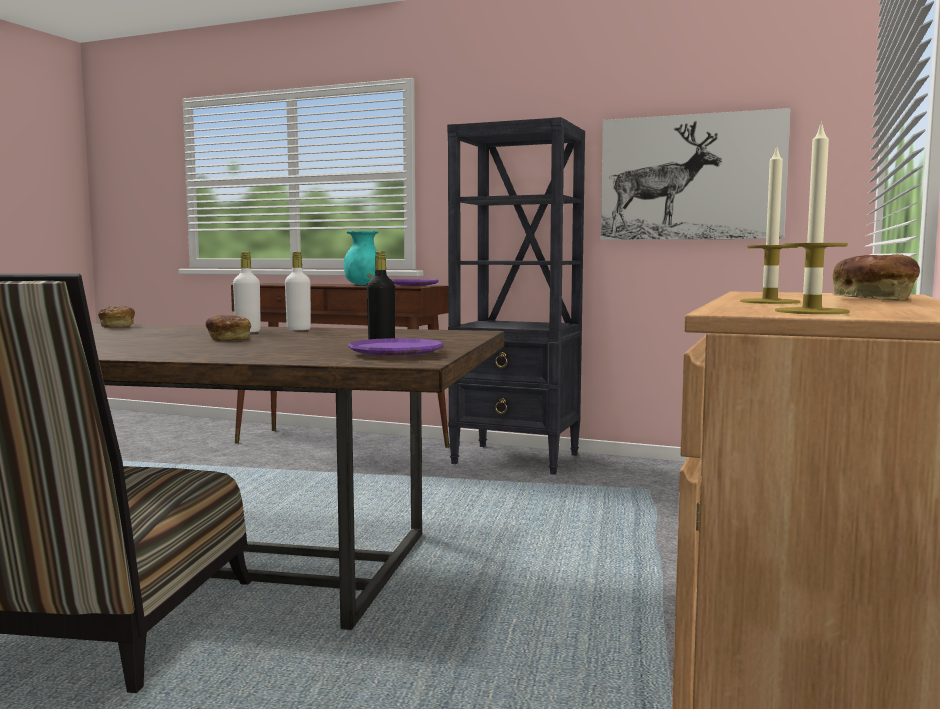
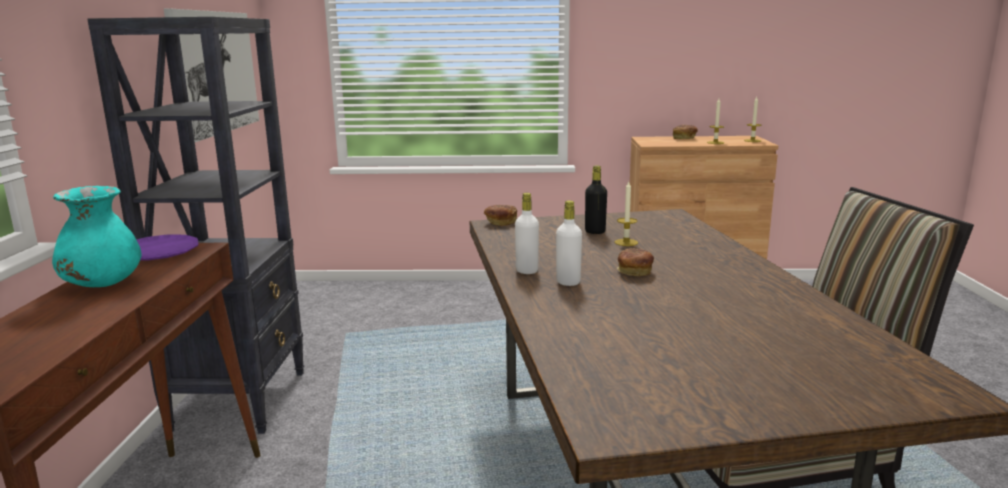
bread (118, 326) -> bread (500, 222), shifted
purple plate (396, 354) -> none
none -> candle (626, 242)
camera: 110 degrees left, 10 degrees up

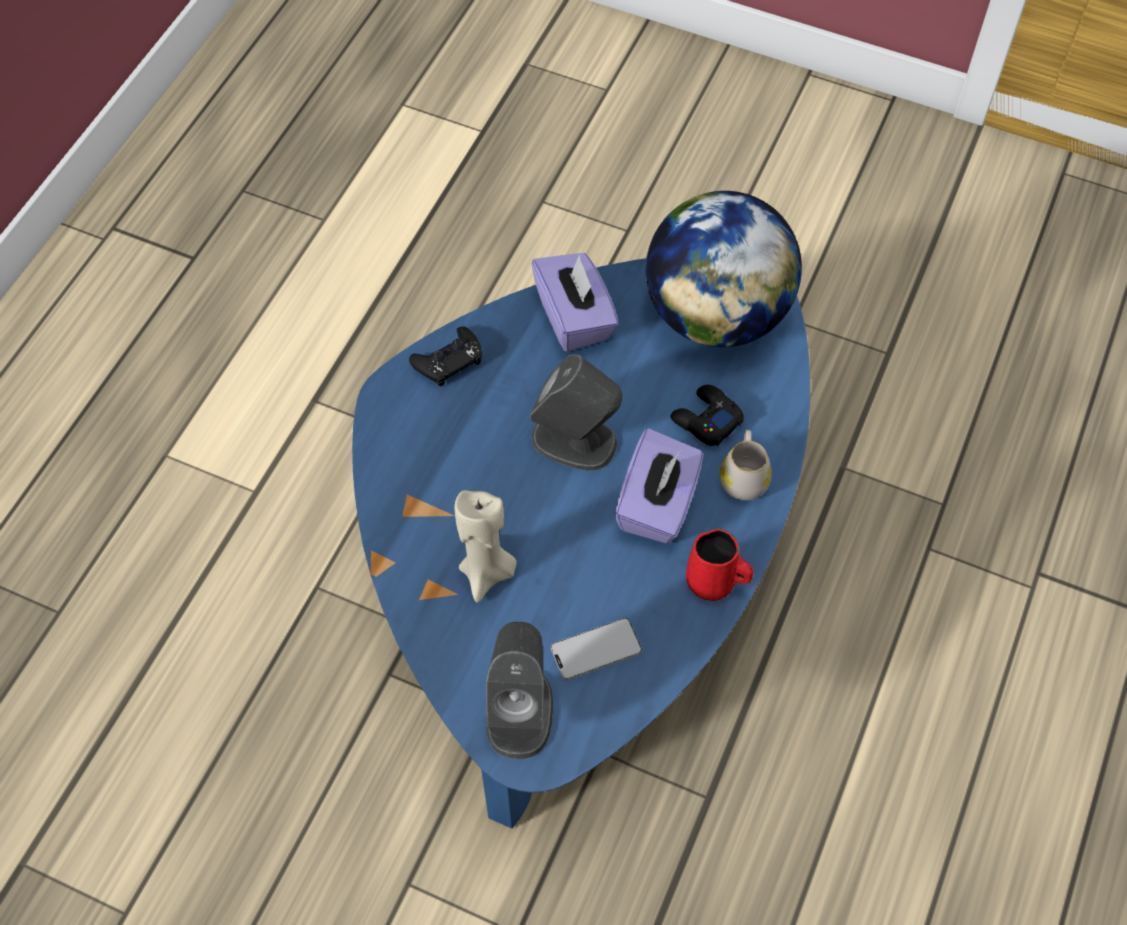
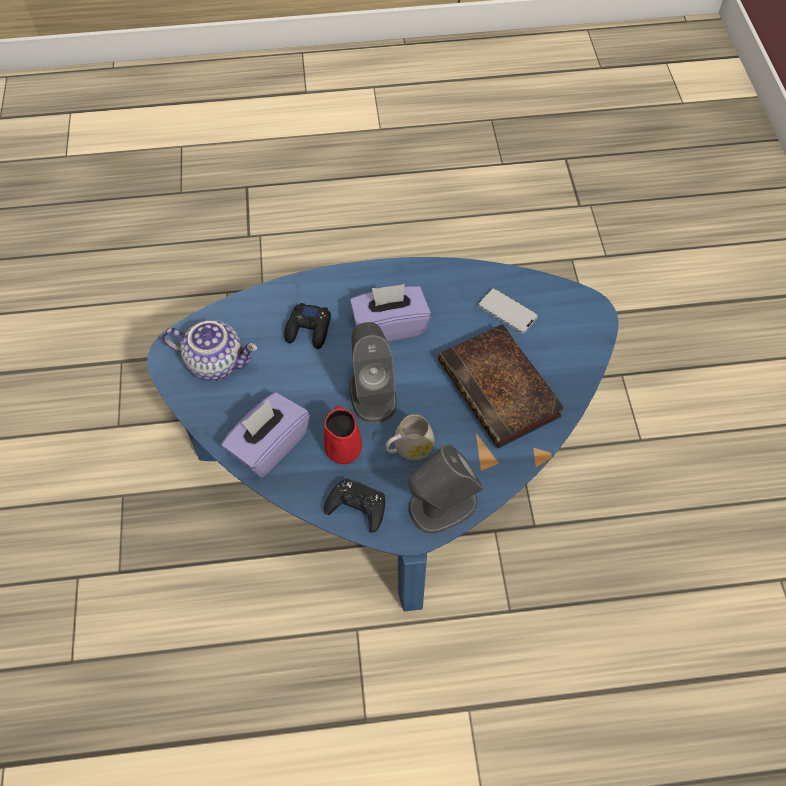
beige candle (487, 573) -> book (501, 391)
grey speaker (519, 711) -> grey speaker (442, 506), shifted
globe (716, 315) -> teapot (217, 361)
red mug (713, 583) -> red mug (343, 447), shifted
white mug (743, 476) -> white mug (409, 448), shifted
camera: 120 degrees left, 0 degrees up

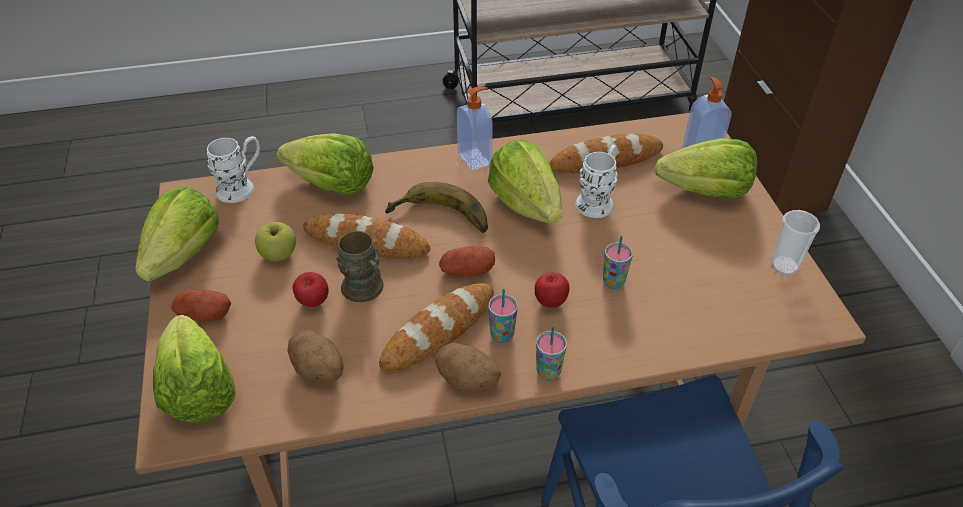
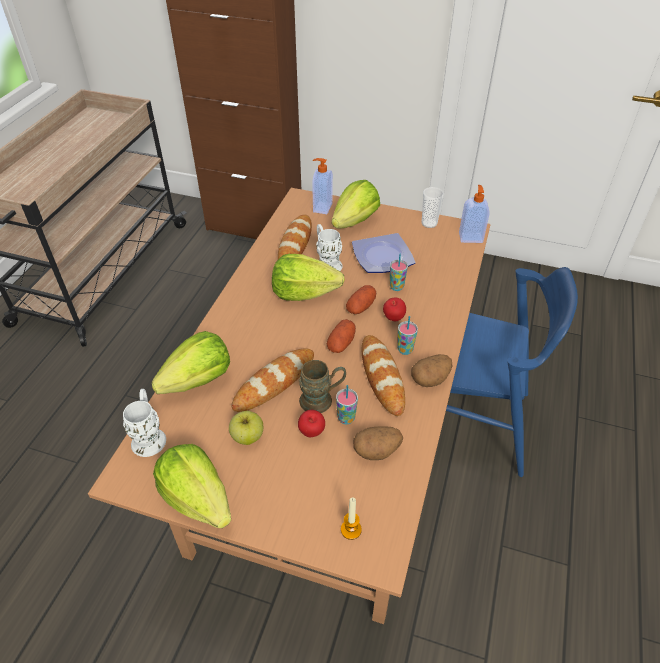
lettuce (198, 390) -> candle (351, 529)
potato (204, 314) -> potato (361, 307), shifted
banana (439, 220) -> none
soap dispenser (475, 158) -> soap dispenser (470, 237), shifted
cup (548, 372) -> cup (346, 418), shifted
none -> plate (381, 256)
camera: 60 degrees left, 0 degrees up

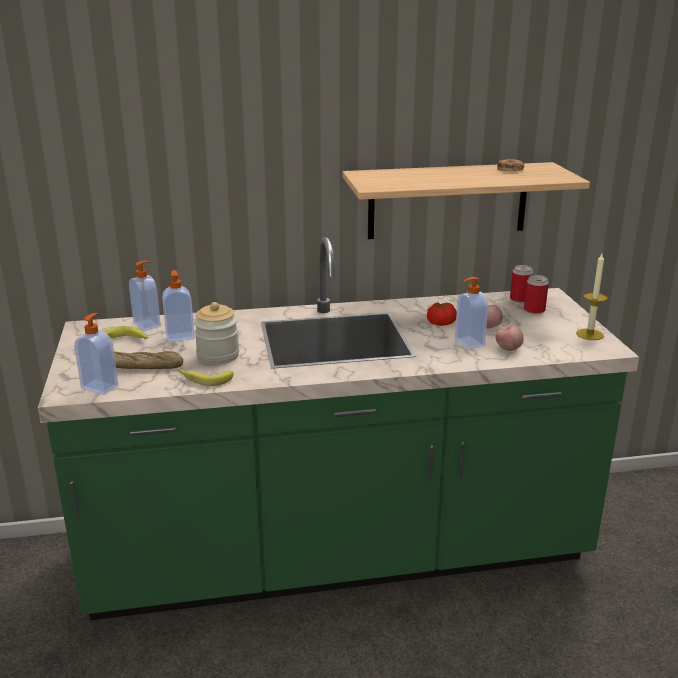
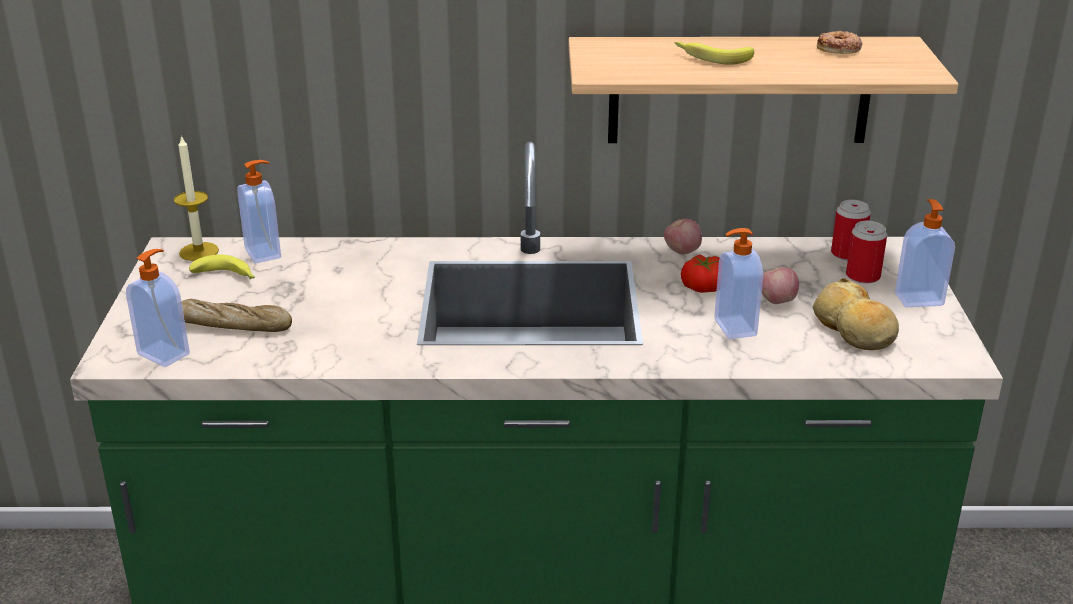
soap dispenser (180, 336) -> soap dispenser (918, 299), shifted
banana (204, 379) -> banana (712, 57), shifted
jar (218, 355) -> none
apple (508, 349) -> apple (681, 252), shifted
candle (589, 334) -> candle (199, 251), shifted
none -> bread (854, 330)
camera: 10 degrees right, 5 degrees up

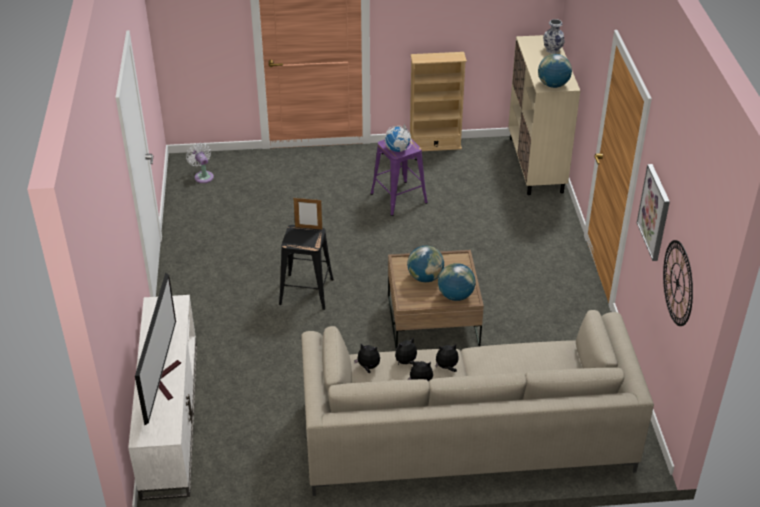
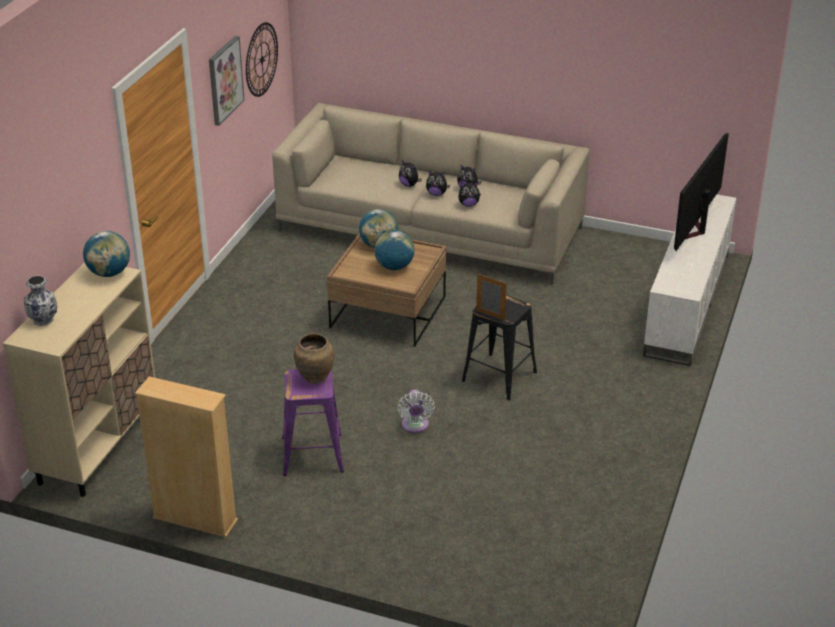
white fan (203, 176) -> white fan (415, 426), shifted
plush toy (368, 367) -> plush toy (409, 185), shifted
globe (397, 149) -> brown vase (315, 378)
camera: 155 degrees left, 5 degrees down

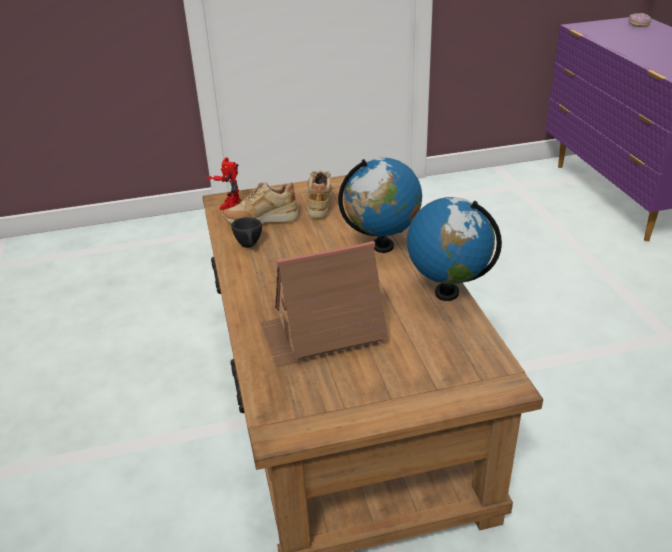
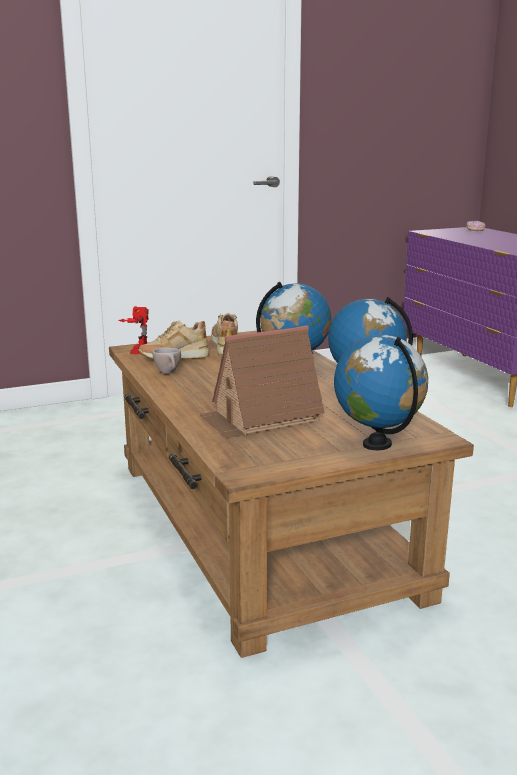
black cup (250, 246) -> beige cup (169, 373)
none -> globe (377, 444)
camera: 10 degrees left, 15 degrees down

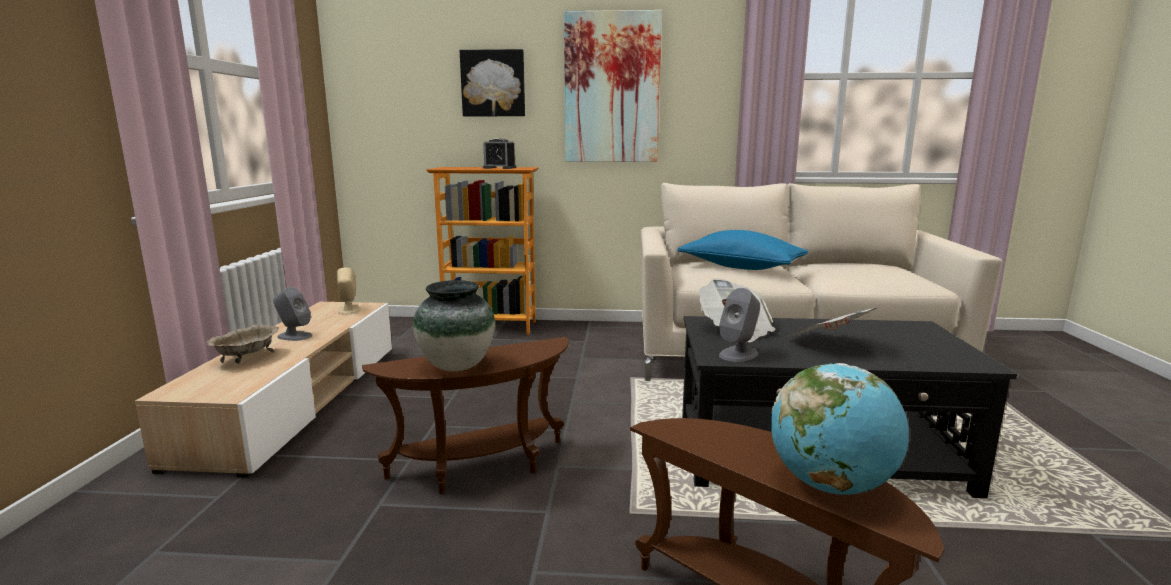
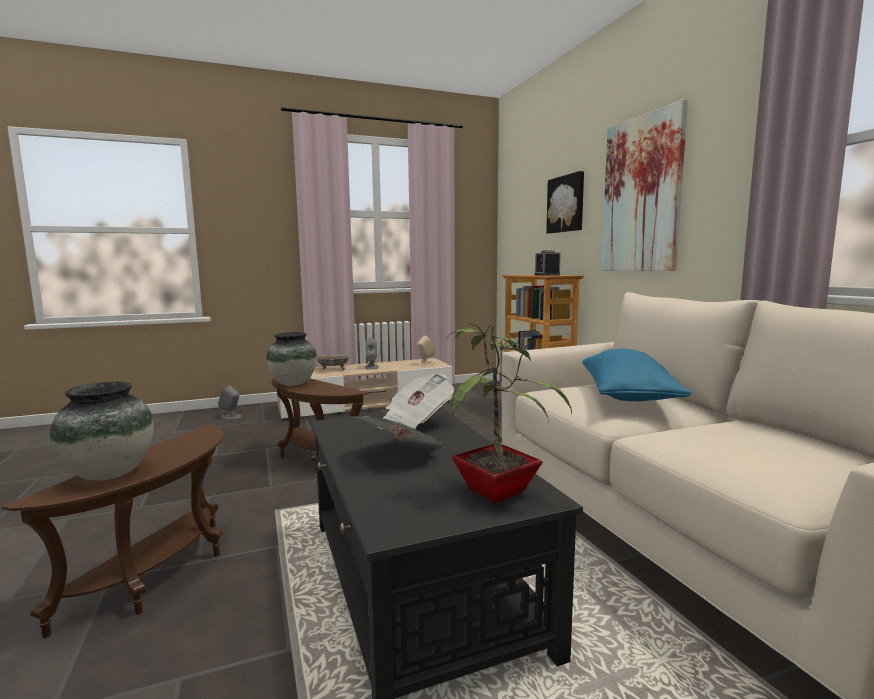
grey speaker (739, 354) -> grey speaker (231, 417), shifted
globe (831, 485) -> vase (109, 474)
none -> potted plant (499, 490)
camera: 65 degrees right, 5 degrees down

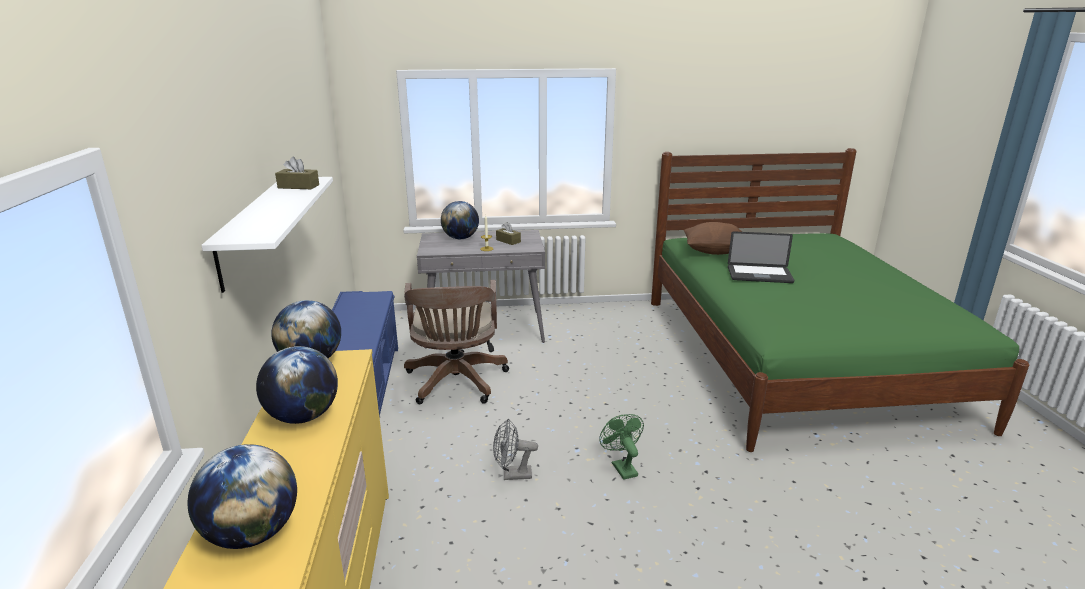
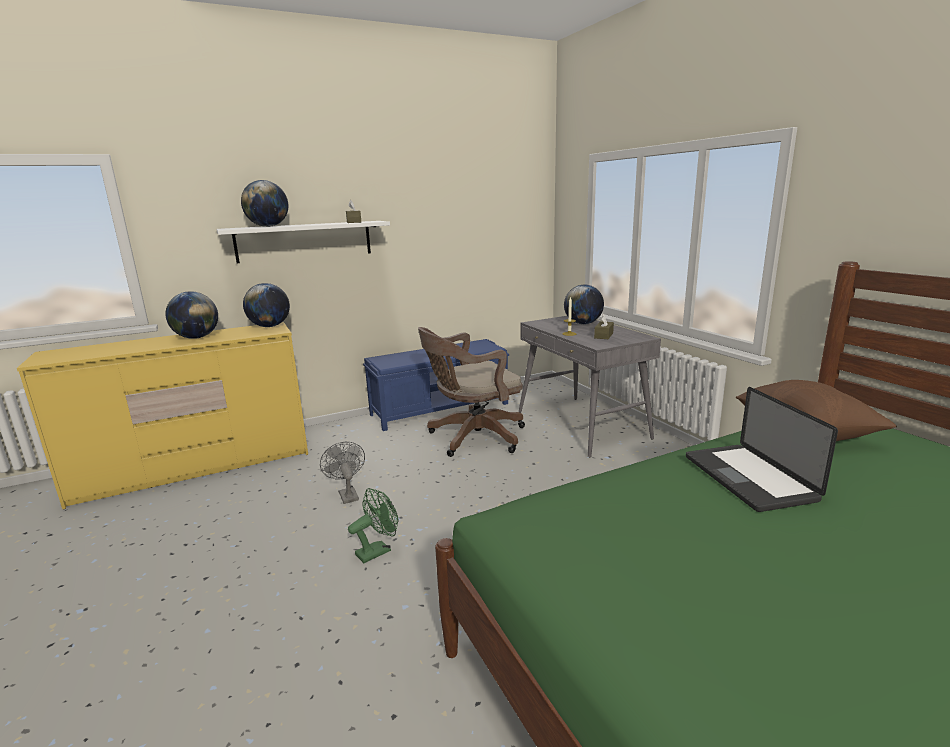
globe (253, 533) -> globe (268, 226), shifted
camera: 70 degrees right, 5 degrees down

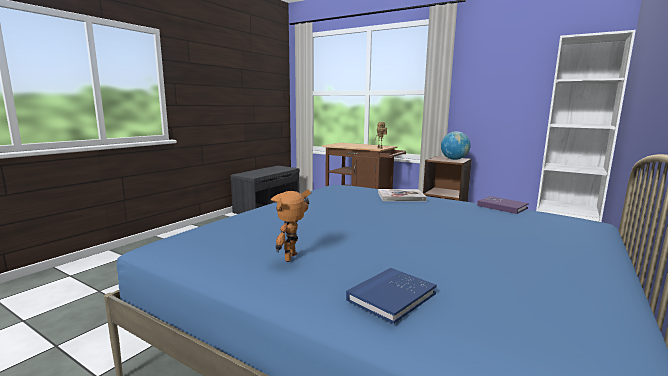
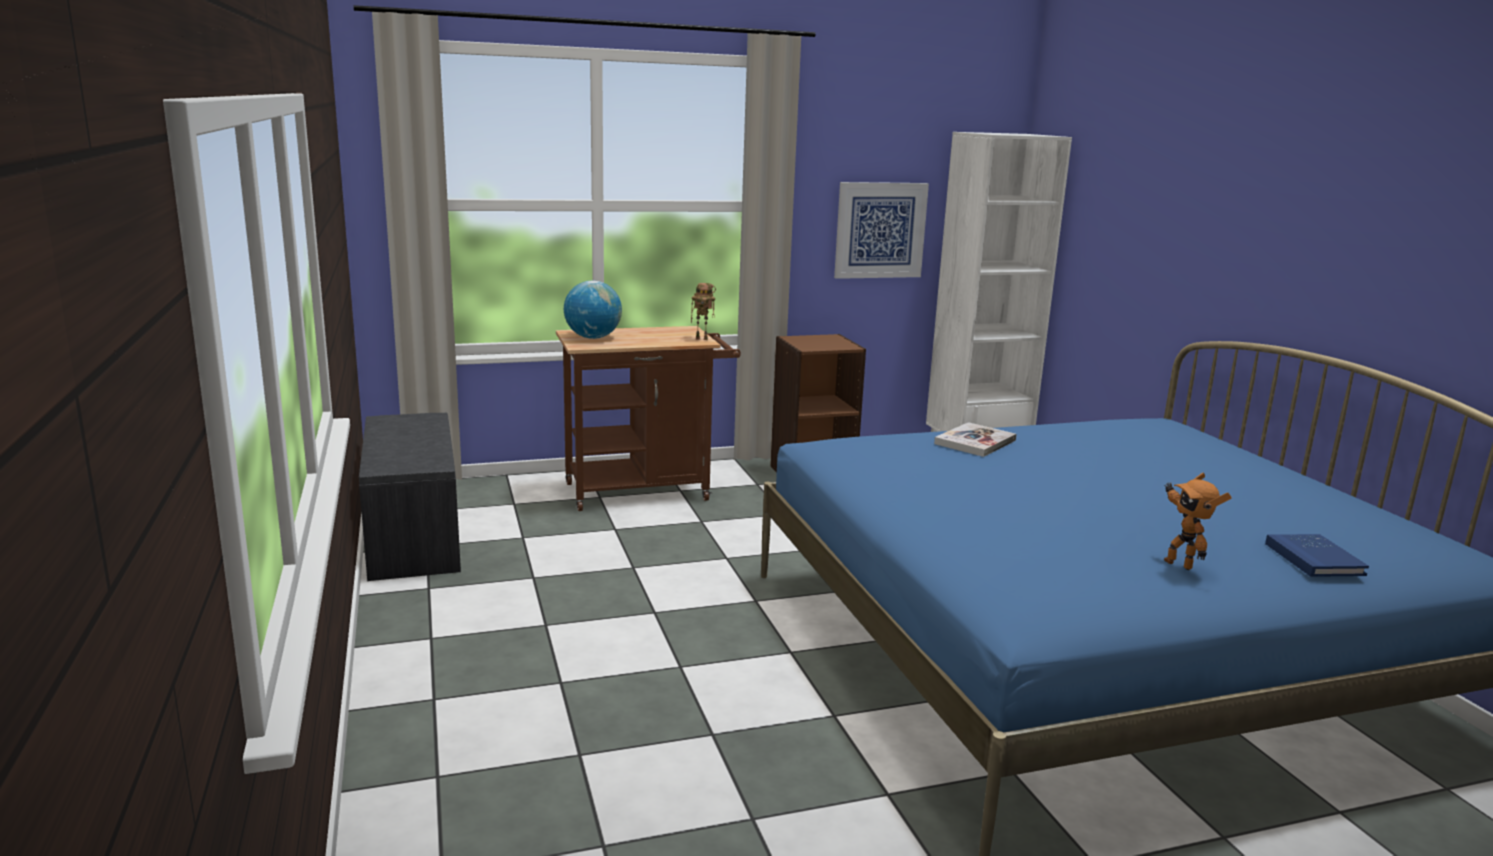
globe (454, 159) -> globe (593, 337), shifted
purple book (502, 207) -> none
none -> picture (880, 230)
camera: 50 degrees left, 5 degrees up

